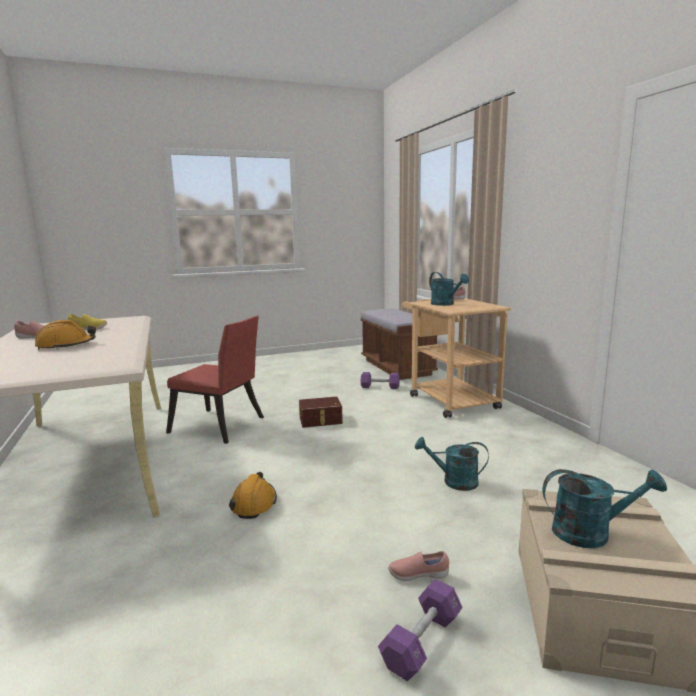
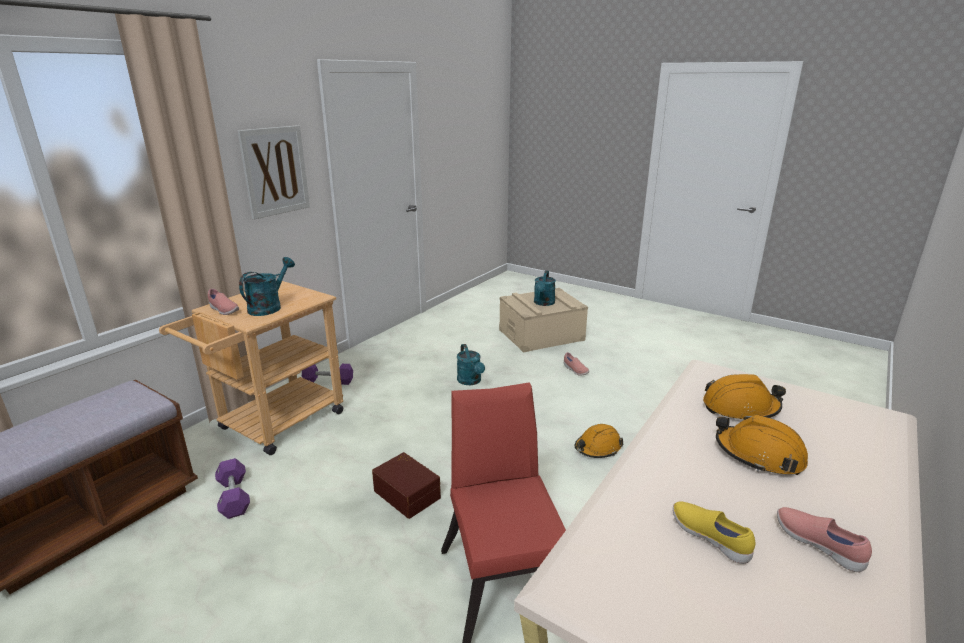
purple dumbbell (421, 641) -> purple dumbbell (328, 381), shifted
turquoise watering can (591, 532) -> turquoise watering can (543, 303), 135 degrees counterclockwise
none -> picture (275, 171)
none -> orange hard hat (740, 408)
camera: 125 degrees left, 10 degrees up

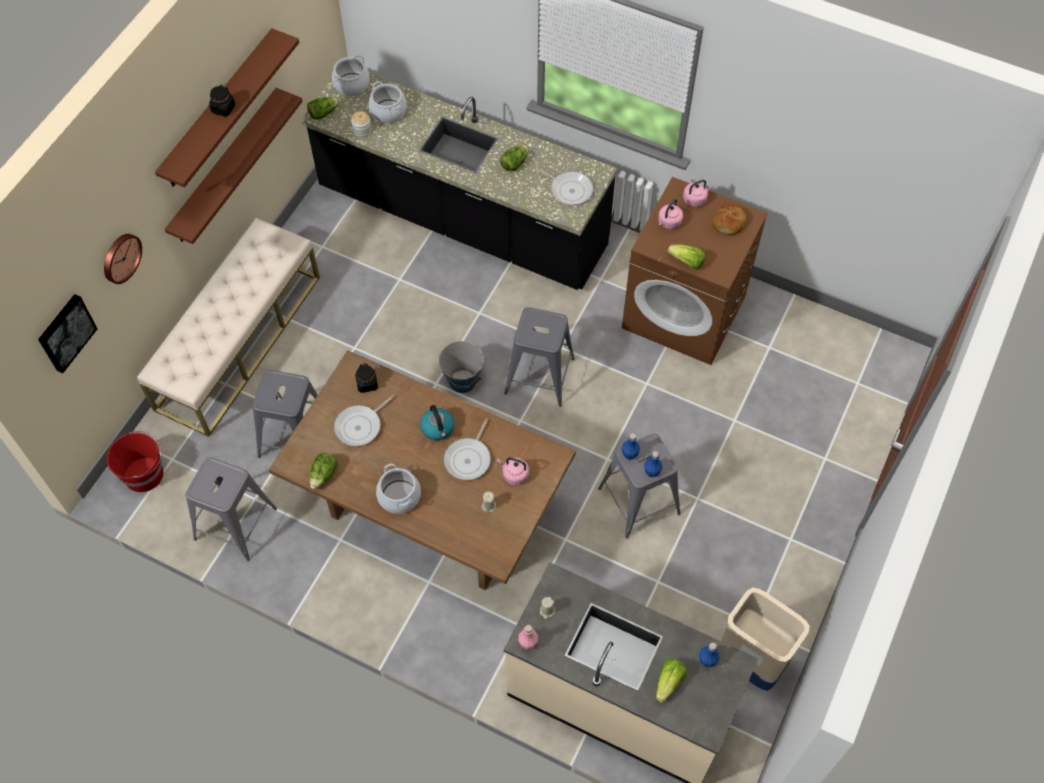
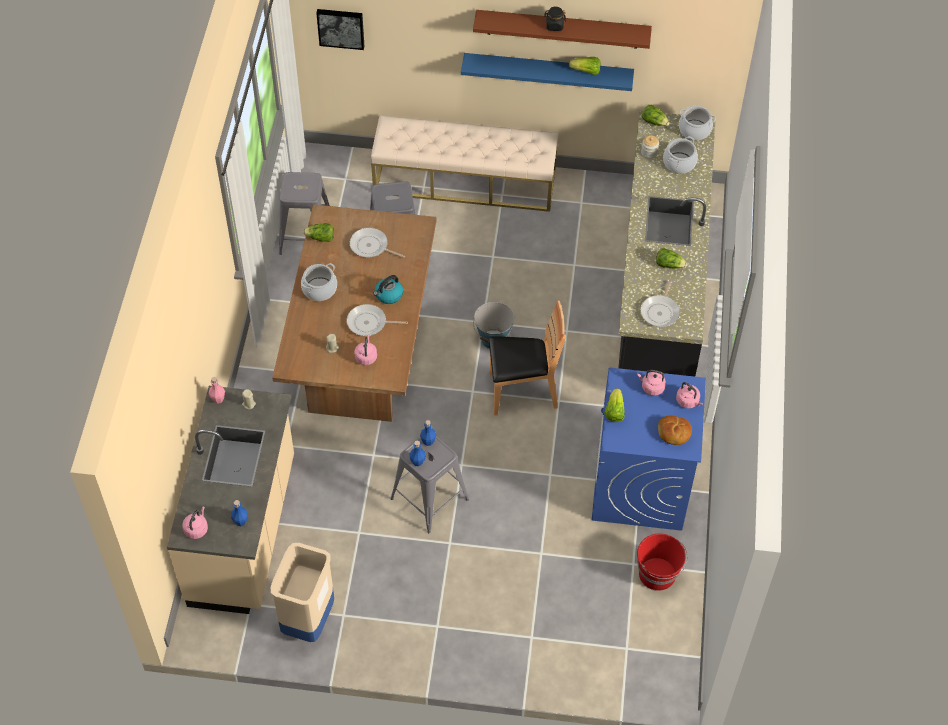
wall clock (120, 257) -> none
red bucket (144, 474) -> red bucket (658, 574), shifted
brown shelf (225, 167) -> blue shelf (548, 71)
black jar (367, 384) -> none
grey stool (539, 376) -> brown chair (522, 392)
brown washing machine (684, 312) -> blue washing machine (640, 485)
lettuce (669, 682) -> lettuce (586, 72), shifted
none -> pink kettle (196, 528)
camera: 70 degrees right, 5 degrees down

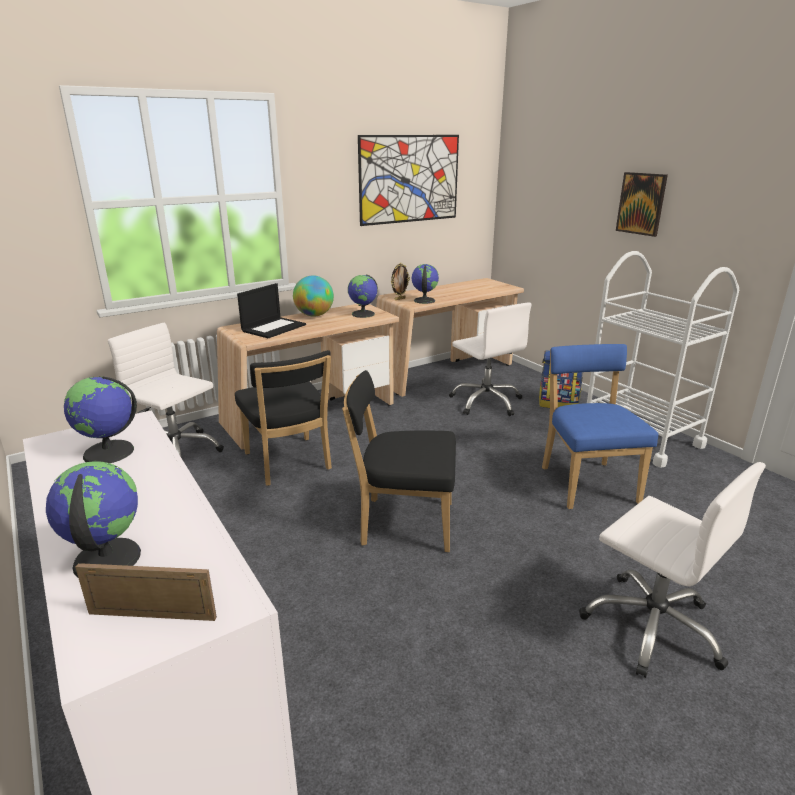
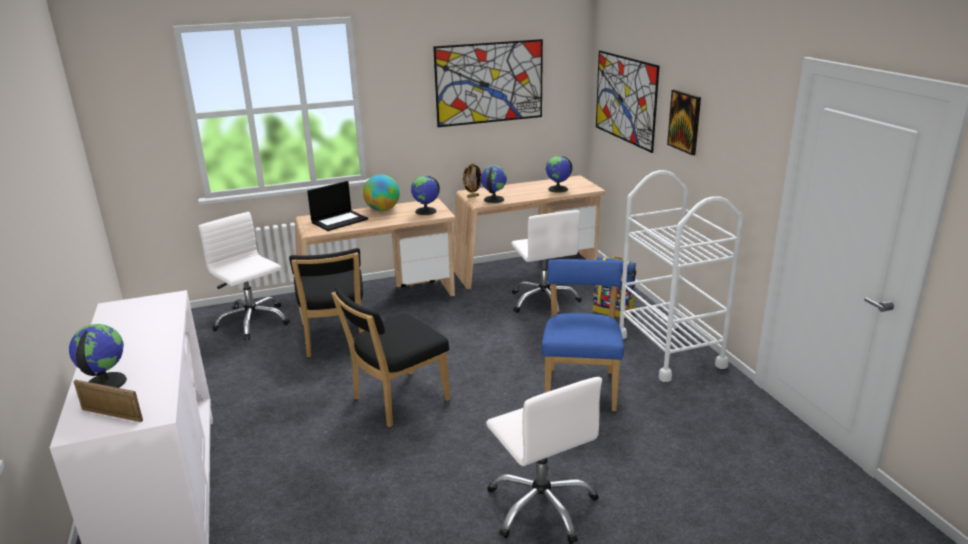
globe (109, 453) -> globe (558, 189), shifted
black chair (402, 523) -> black chair (396, 401), 60 degrees counterclockwise
none -> picture (625, 99)
camera: 15 degrees right, 0 degrees up

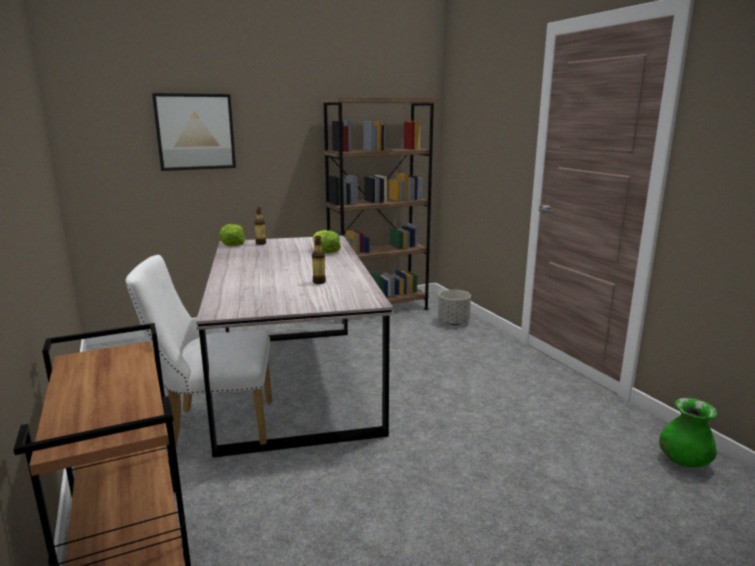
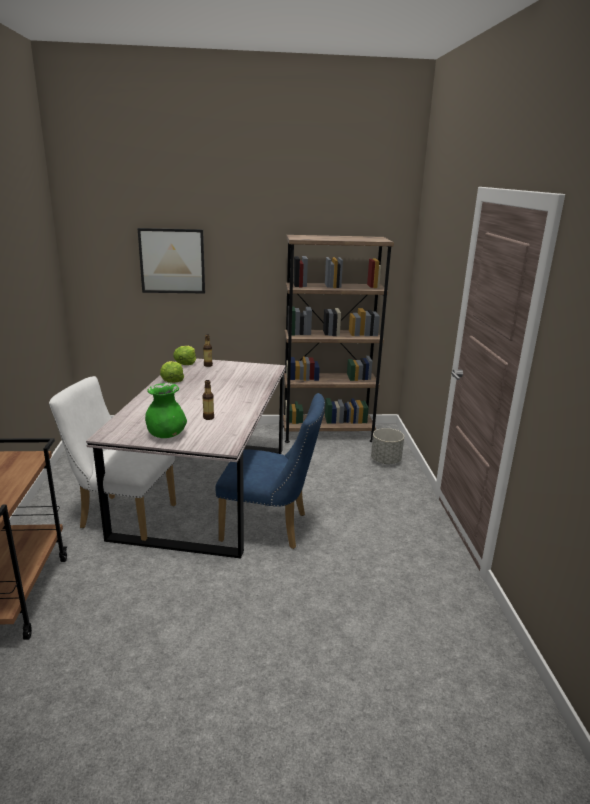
lettuce (325, 251) -> lettuce (172, 380), shifted
green vase (683, 461) -> green vase (166, 435), shifted
none -> blue chair (271, 528)
camera: 20 degrees right, 5 degrees up

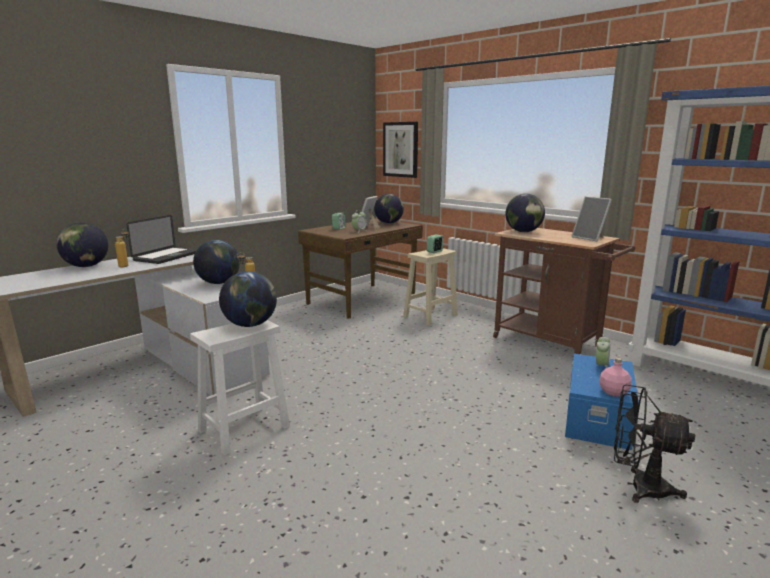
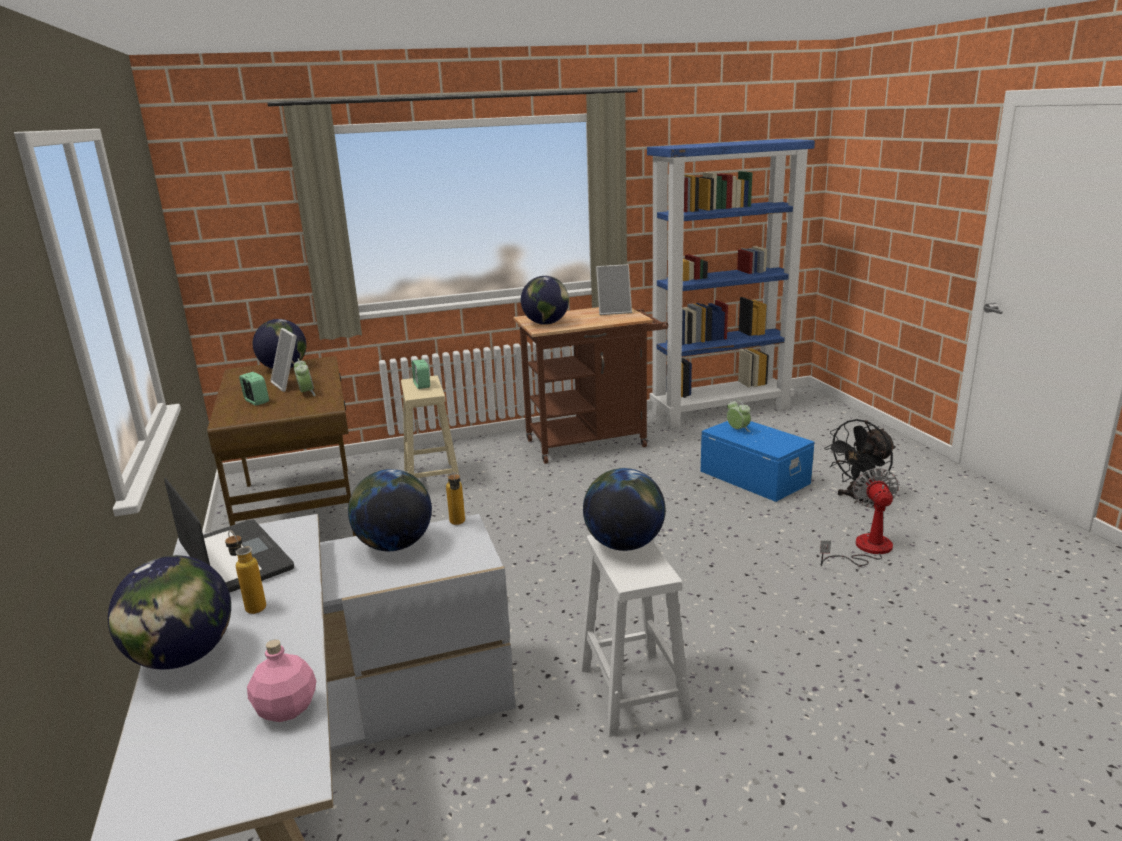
picture (401, 149) -> none
pink bottle (613, 392) -> pink bottle (285, 709), shifted
none -> fan (865, 549)
camera: 60 degrees left, 5 degrees up

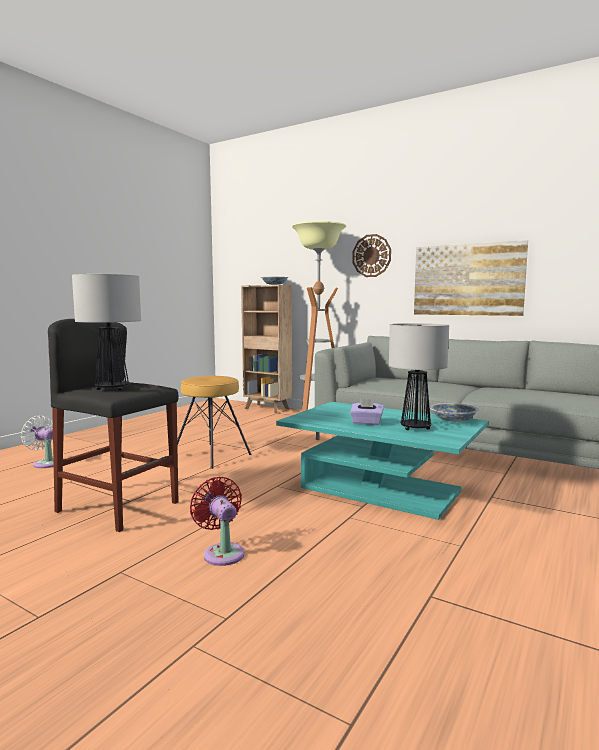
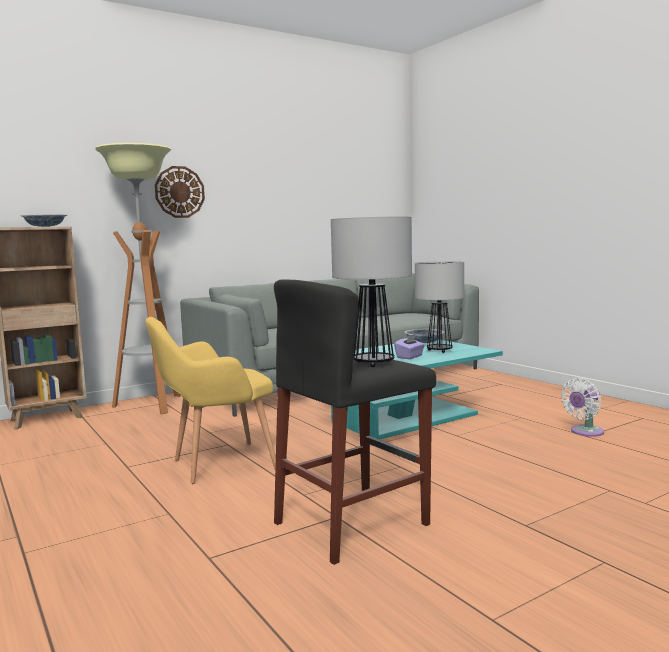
white fan (46, 463) -> white fan (585, 432), shifted
brown stool (211, 455) -> yellow armchair (216, 465)
red fan (222, 552) -> none
picture (467, 279) -> none
camera: 65 degrees left, 0 degrees up

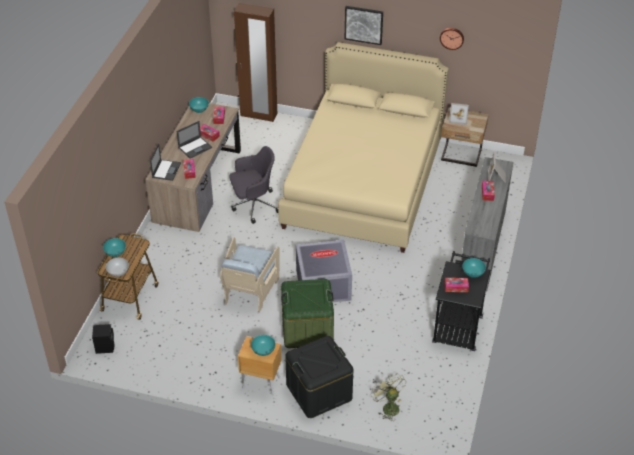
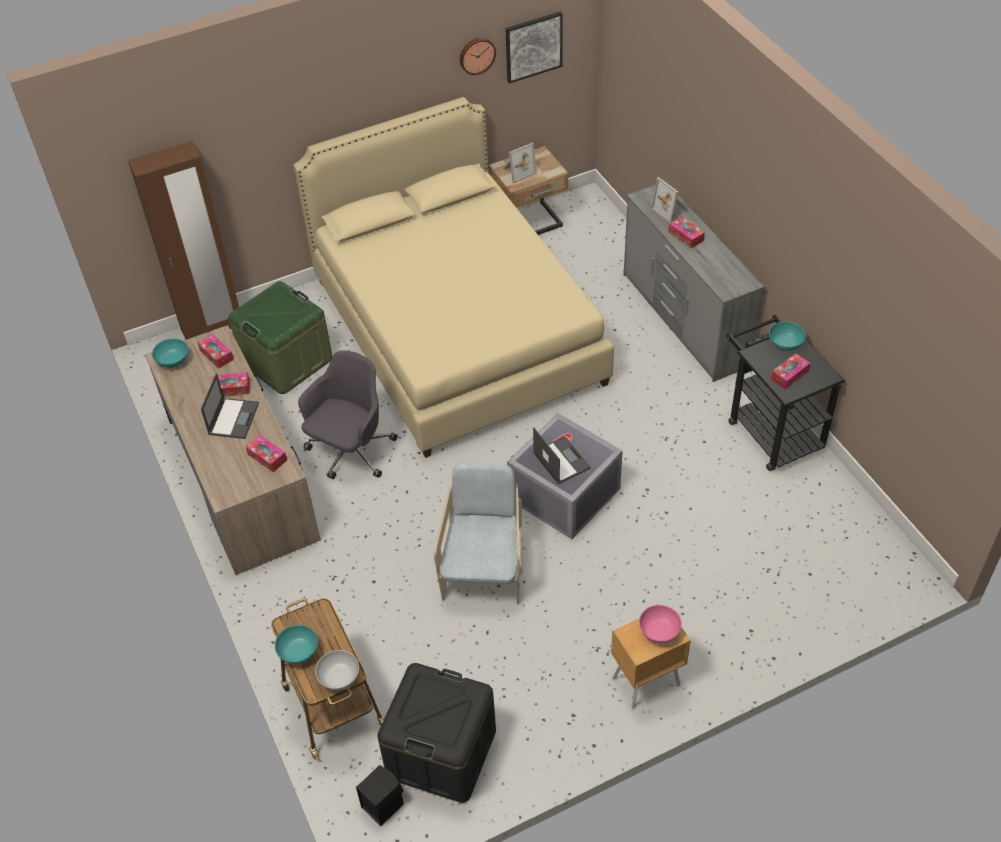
laptop (166, 170) -> laptop (561, 460), shifted
beige armchair (250, 290) -> beige armchair (484, 569), 150 degrees counterclockwise
turquoise bowl (263, 351) -> pink bowl (659, 633)
green storage box (307, 329) -> green storage box (286, 361), shifted
black storage box (319, 392) -> black storage box (441, 752), shifted
picture (364, 24) -> picture (533, 46), shifted
green fan (388, 407) -> none
camera: 40 degrees left, 5 degrees up

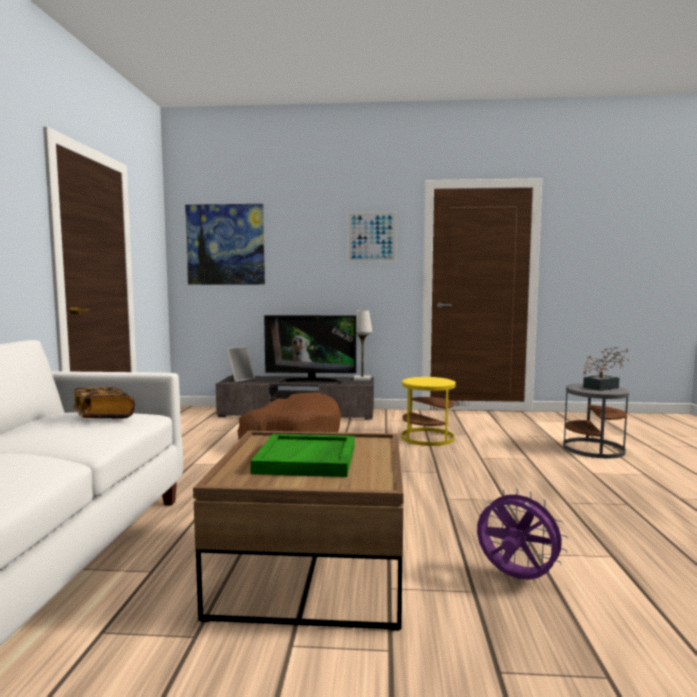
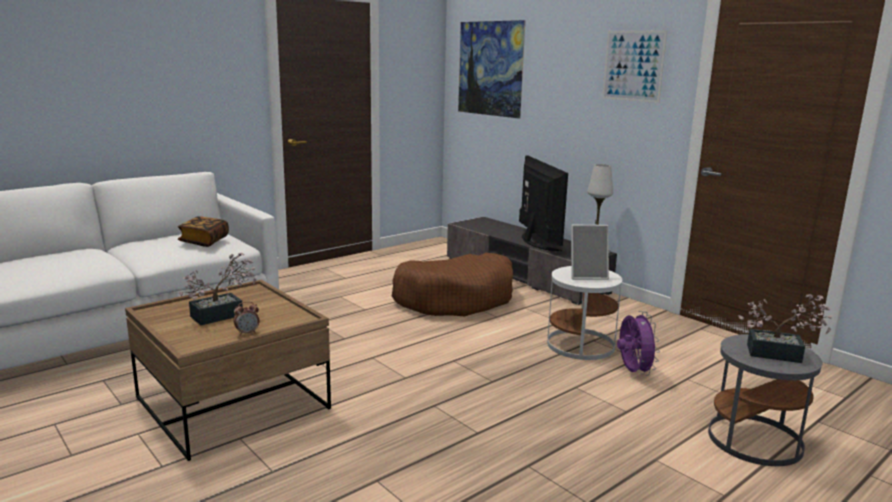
picture frame (240, 379) -> picture frame (587, 275), shifted
green tray (307, 459) -> potted plant (223, 314)
television (311, 381) -> television (535, 241), 150 degrees counterclockwise
yellow side table (427, 437) -> white side table (581, 345)
purple fan (515, 578) -> purple fan (632, 372), shifted
none -> alarm clock (247, 333)
camera: 45 degrees right, 10 degrees up

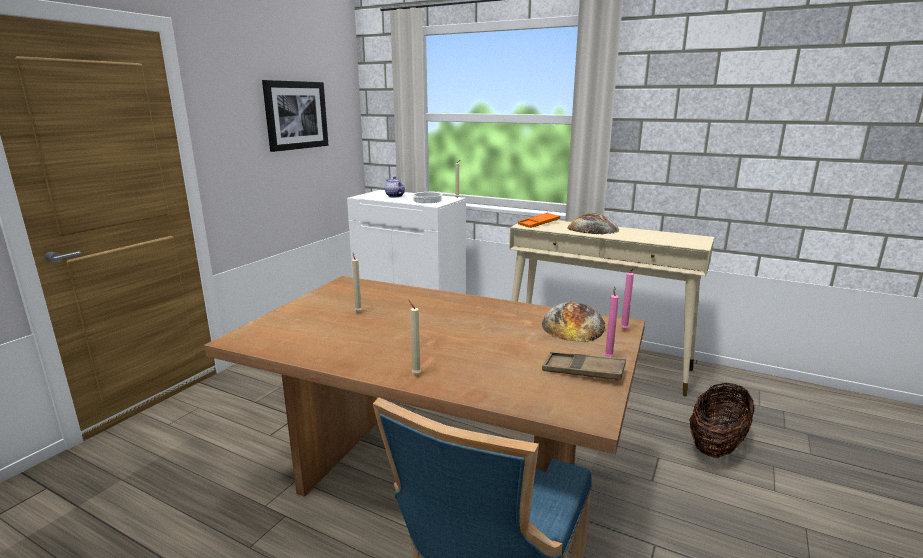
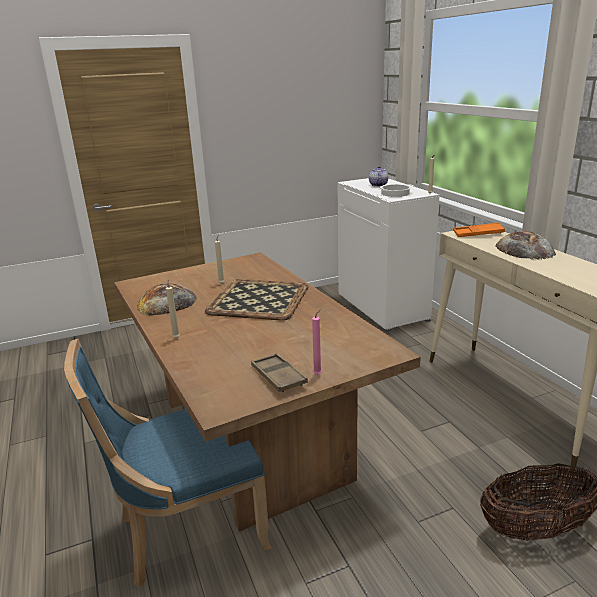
picture (296, 115) -> none
bread (573, 325) -> bread (167, 303), shifted
pink candle (625, 329) -> none
none -> tray (258, 299)
camera: 40 degrees right, 5 degrees up

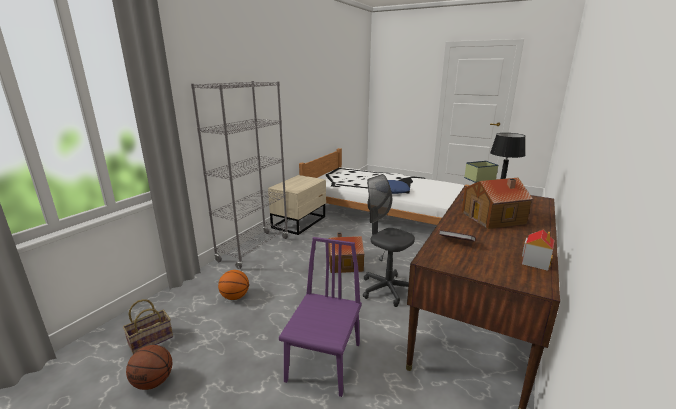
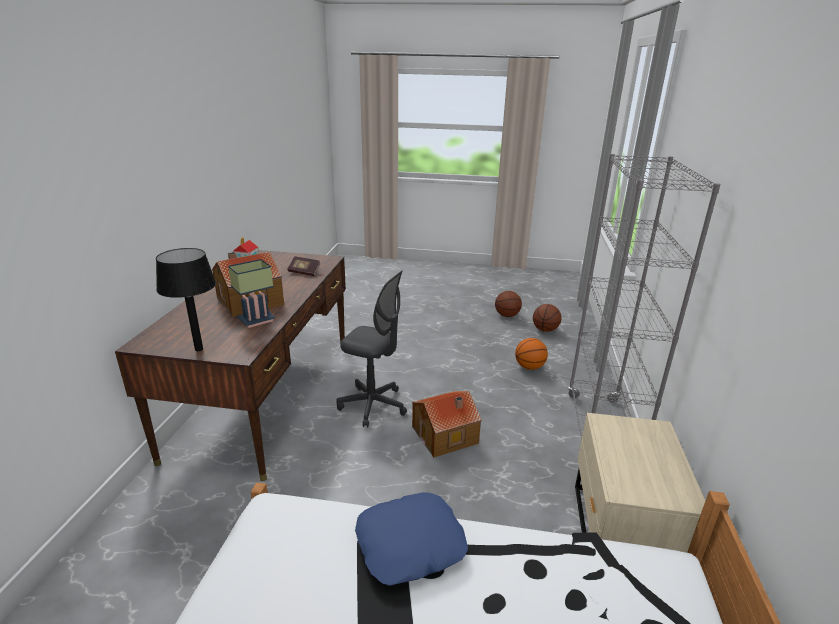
basket (151, 339) -> basketball (545, 330)
purple chair (324, 362) -> none
camera: 160 degrees right, 5 degrees up

